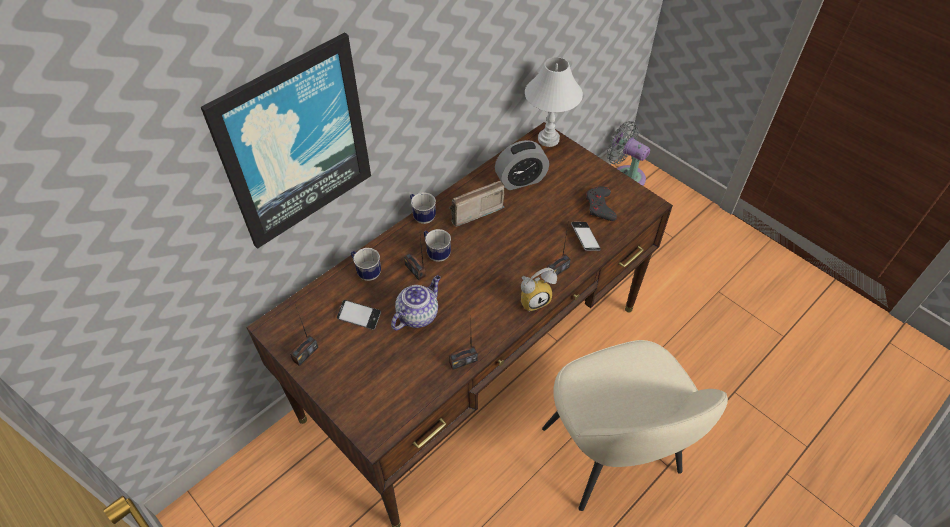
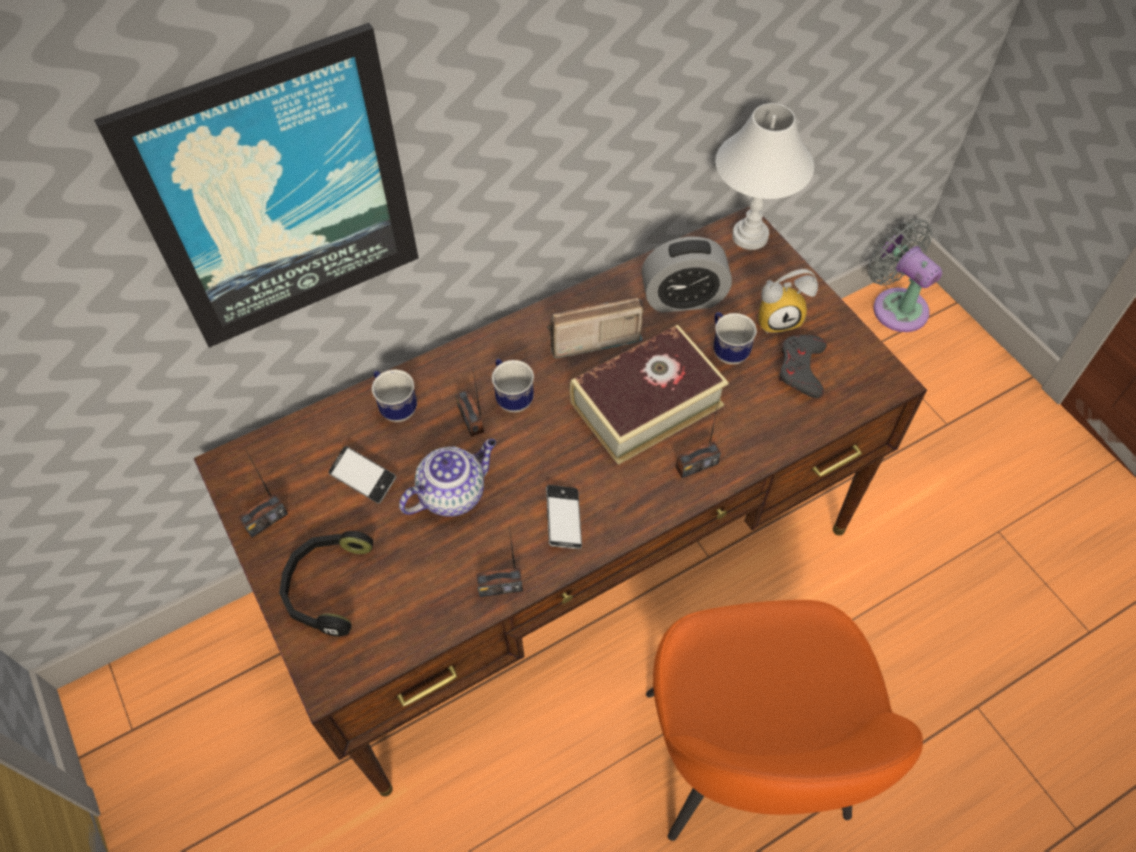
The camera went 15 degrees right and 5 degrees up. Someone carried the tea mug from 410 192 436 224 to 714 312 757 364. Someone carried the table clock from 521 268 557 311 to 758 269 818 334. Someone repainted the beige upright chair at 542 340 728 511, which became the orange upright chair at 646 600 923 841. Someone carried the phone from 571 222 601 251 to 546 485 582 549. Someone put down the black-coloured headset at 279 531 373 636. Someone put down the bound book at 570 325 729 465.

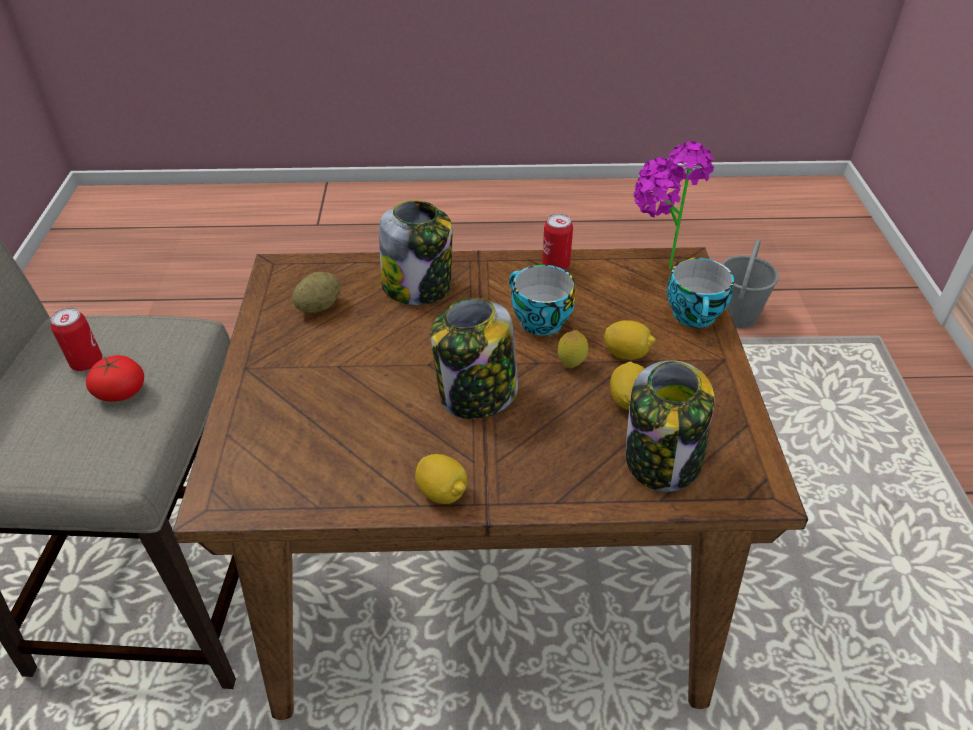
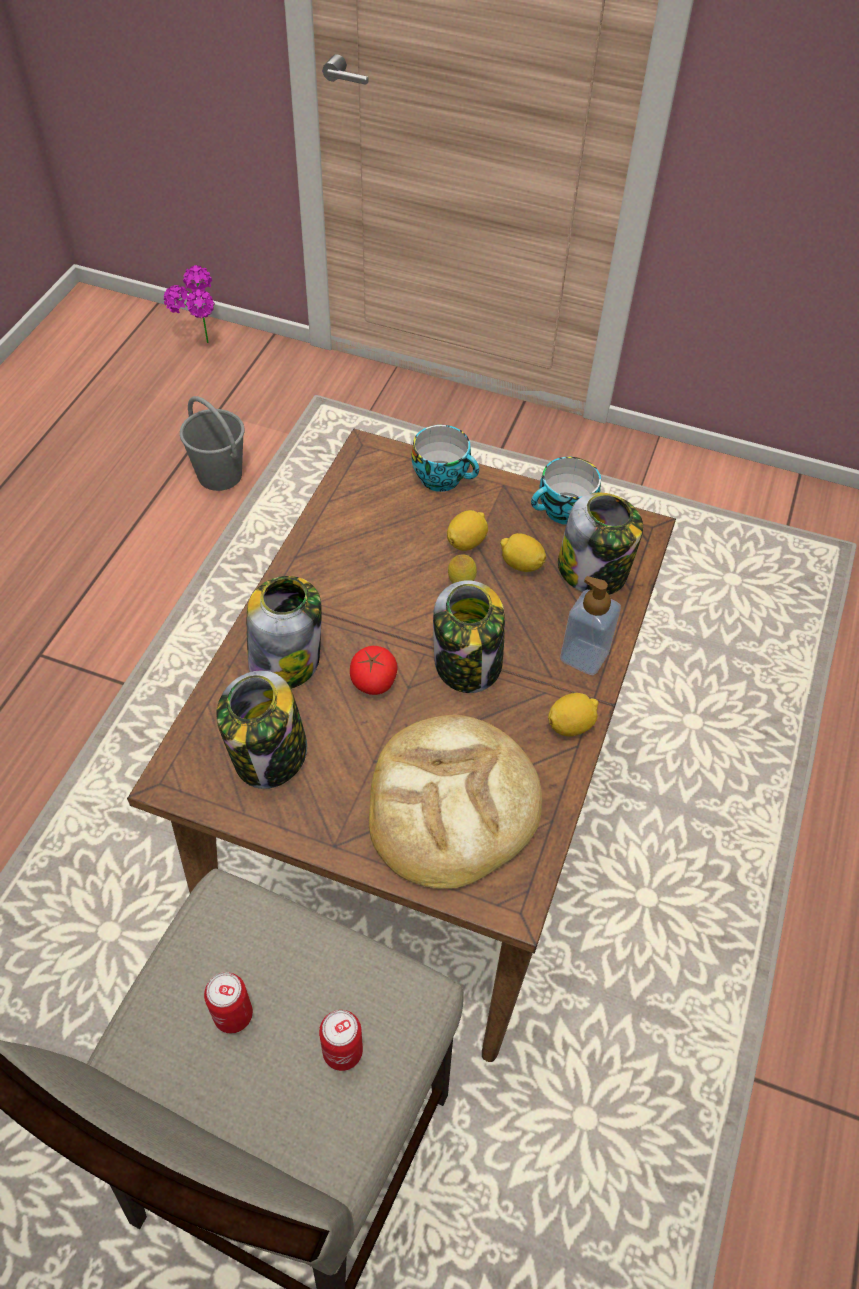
The camera went 70 degrees left and 10 degrees up. Someone carried the whole tomato from 86 355 144 401 to 350 646 398 695. Someone swapped the potato at 292 272 340 313 for the jar at 216 670 307 789. Someone carried the drinking cup from 509 265 576 335 to 531 457 601 525. Someone carried the sealed can from 542 214 573 270 to 319 1010 363 1071. Someone carried the potted plant from 634 141 714 270 to 164 265 215 343. Someone put down the bakery bread at 369 715 542 889. Someone put down the soap dispenser at 560 576 621 675.

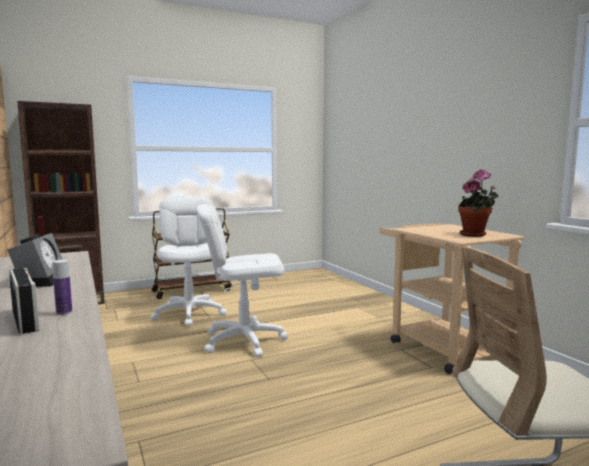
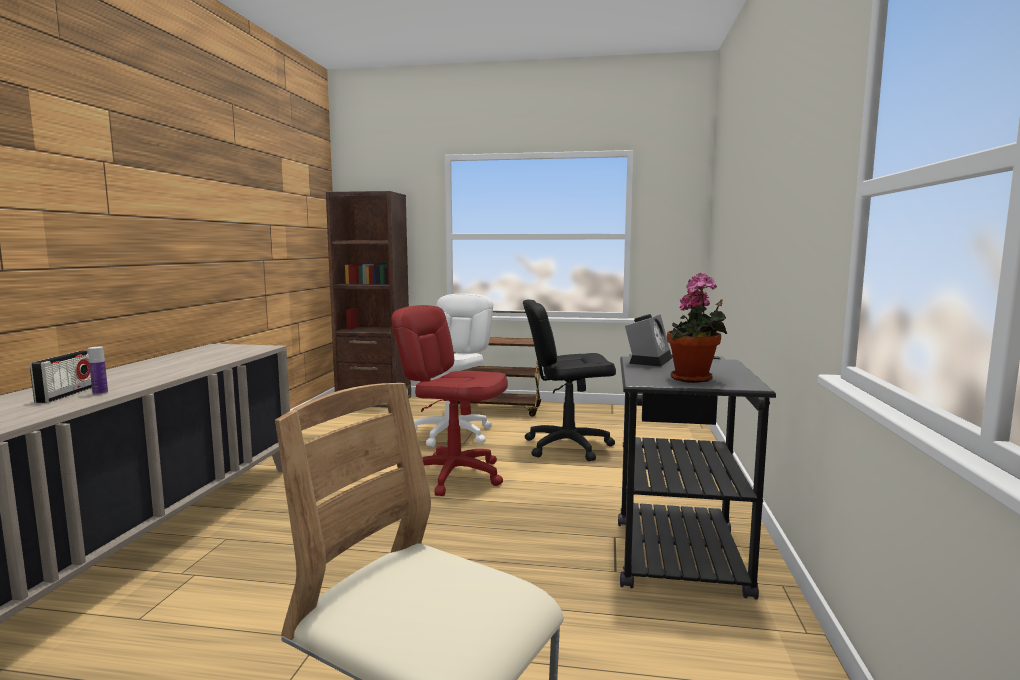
The camera went 35 degrees right and 0 degrees up. Someone carried the table clock from 7 233 63 287 to 625 314 672 367. Someone repainted the white-coloured office chair at 197 204 288 357, which became the reddish office chair at 392 305 508 496. Someone repainted the beige wheeled cart at 379 223 524 374, which became the black-coloured wheeled cart at 618 354 776 600. Someone put down the black-coloured office chair at 523 299 616 461.

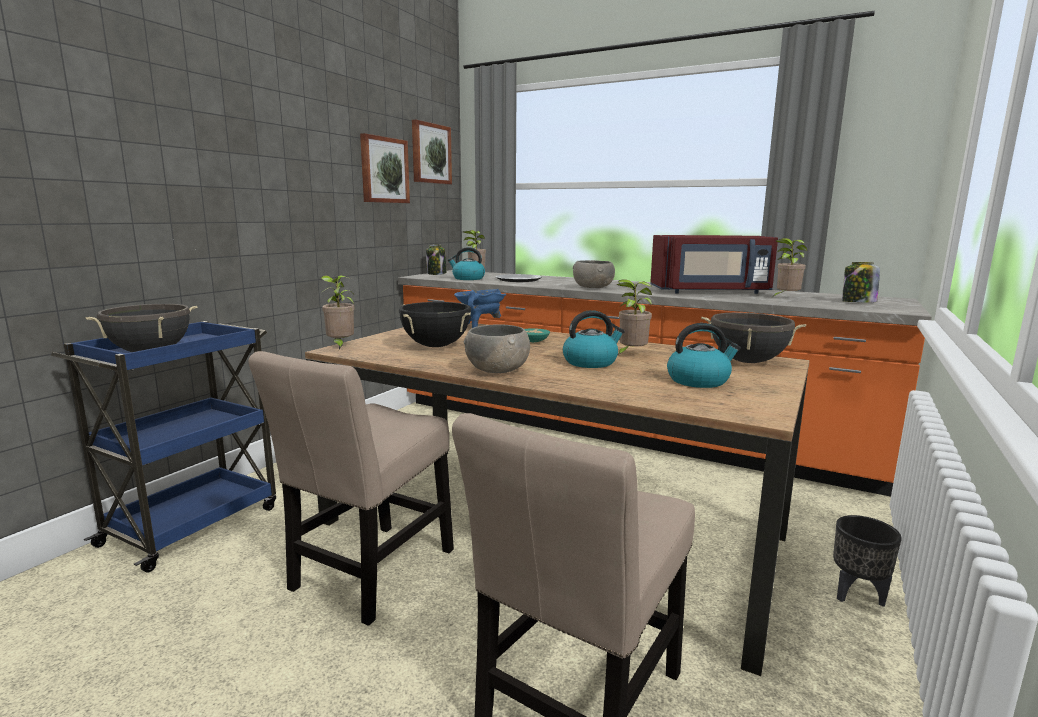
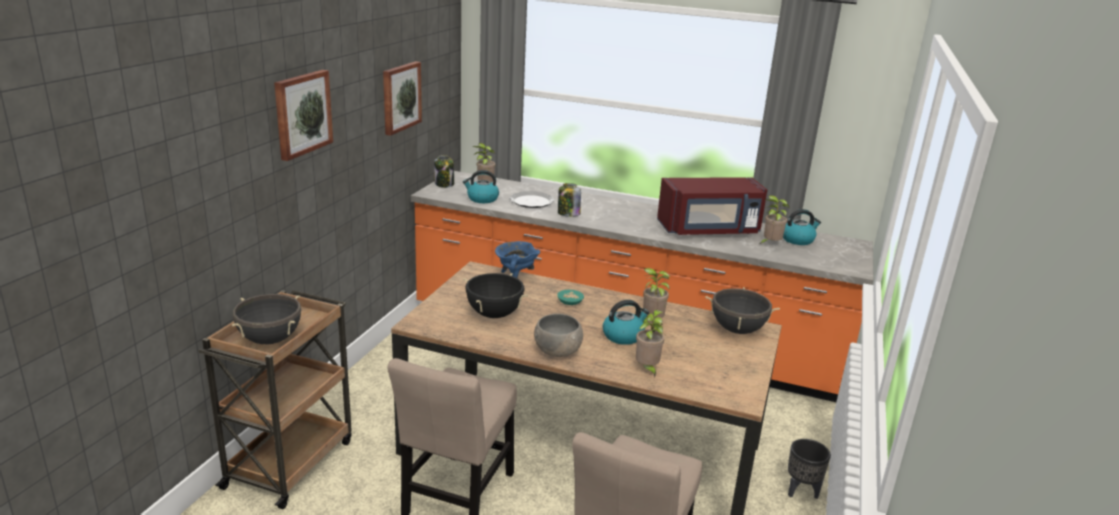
The camera went 10 degrees left and 10 degrees up. Someone repainted the blue-coloured wheeled cart at 51 321 276 573, which became the brownish wheeled cart at 198 290 352 509. Someone carried the potted plant from 321 275 355 349 to 636 310 664 377. Someone carried the wall art from 412 119 452 185 to 274 70 333 161. Someone took away the grey bowl at 573 260 615 288. Someone carried the kettle from 667 323 741 388 to 783 209 821 245. Someone carried the jar from 842 262 880 303 to 558 183 581 217.

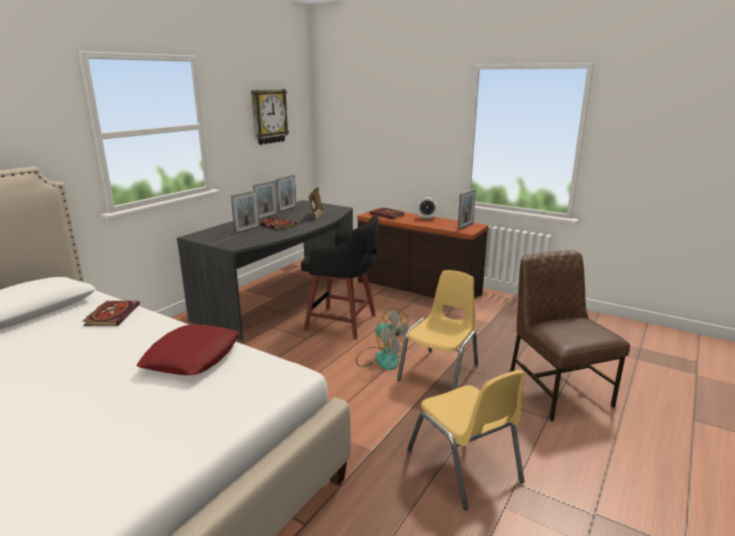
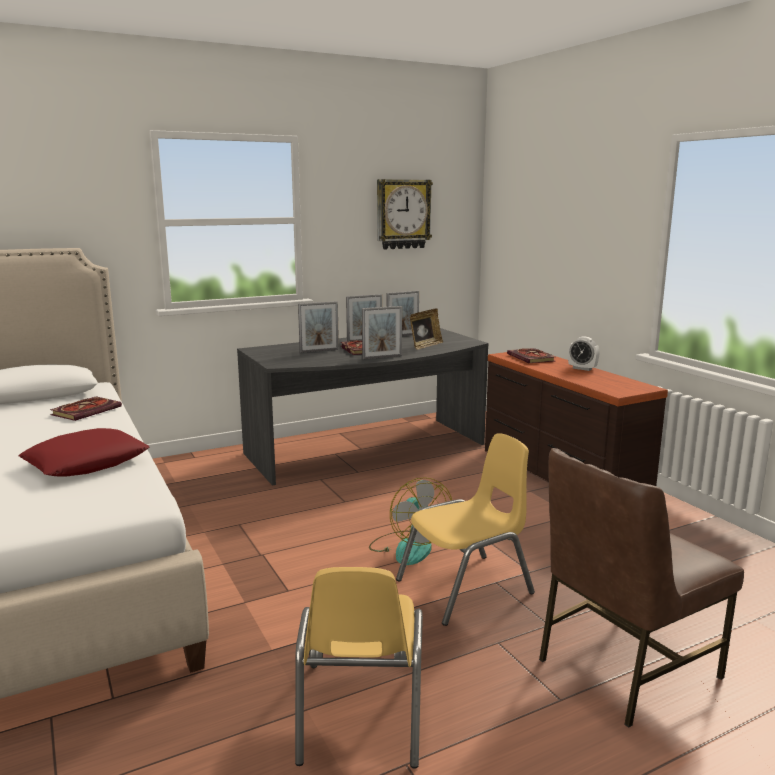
The camera went 30 degrees right and 5 degrees down. Someone took away the black-coloured sitting stool at 301 216 379 339. Someone carried the photo frame from 458 189 476 230 to 362 306 402 359. Someone rotated the brownish upright chair at 510 250 630 421 by 135 degrees counterclockwise.

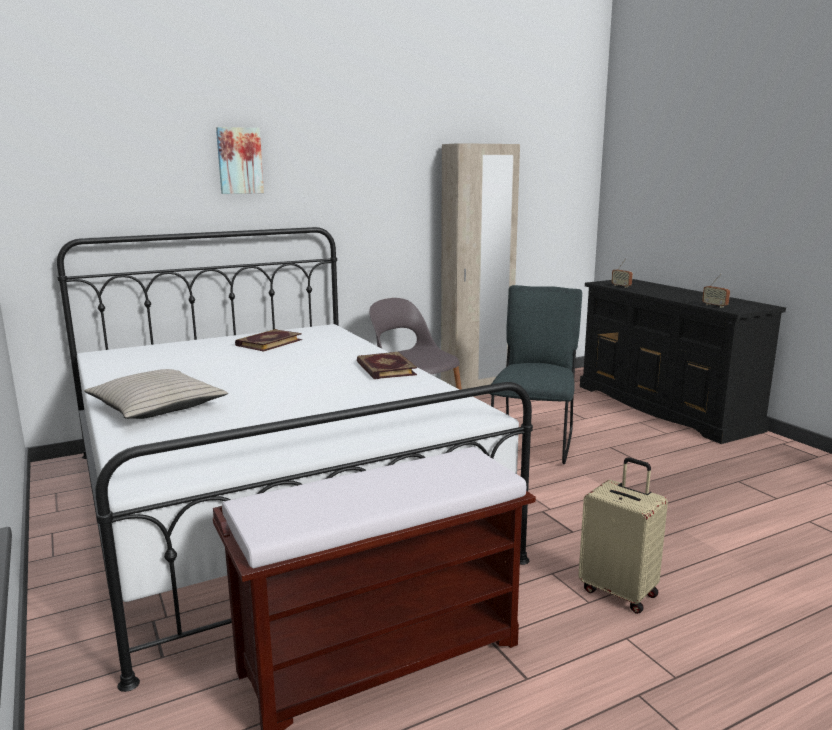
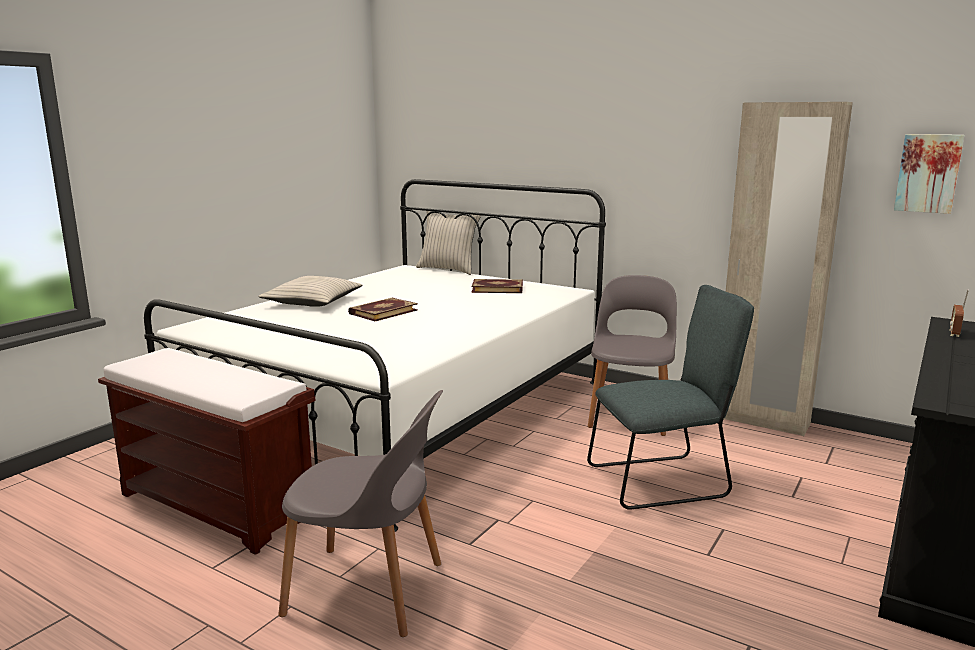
The camera went 60 degrees right and 0 degrees up. Someone carried the wall art from 216 127 264 194 to 894 134 964 214. Someone carried the bound book from 357 352 417 379 to 348 297 418 321. Someone swapped the beige suitcase at 578 457 668 614 for the grey upright chair at 278 390 443 637. Someone took away the radio at 702 274 730 308. Someone put down the beige throw pillow at 416 211 481 275.

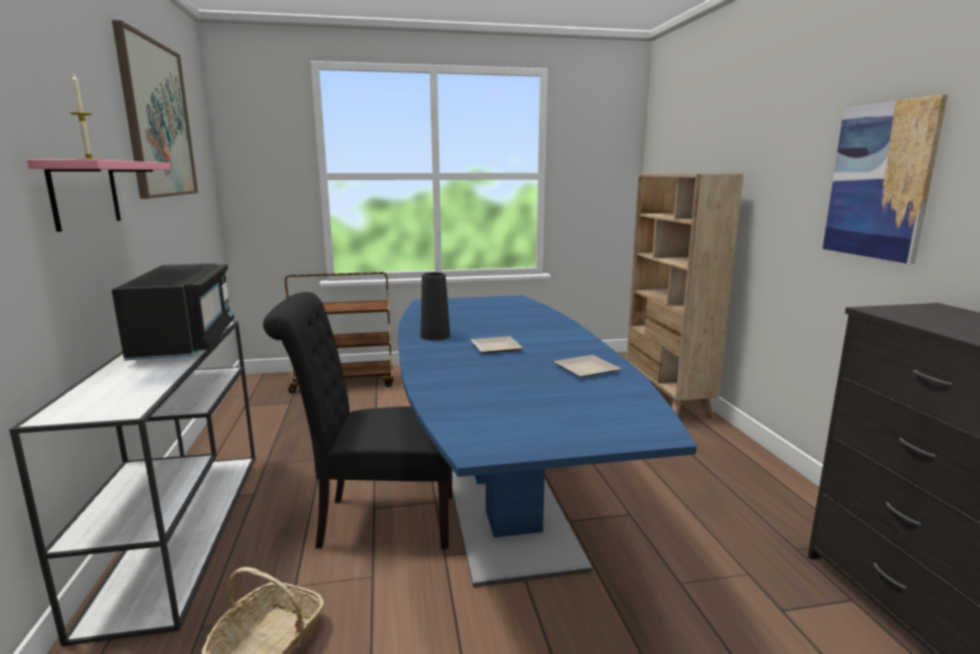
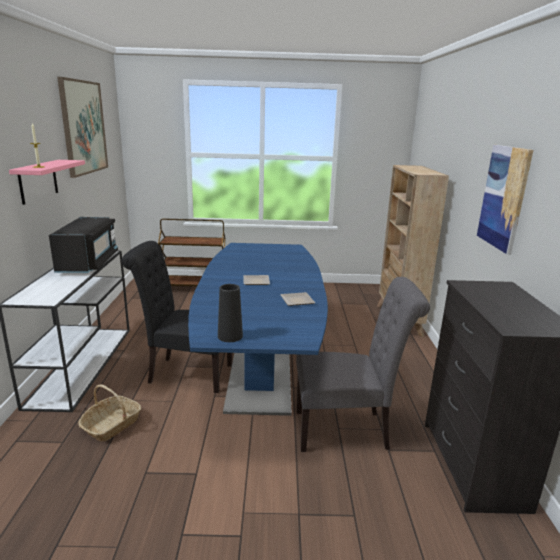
The camera went 10 degrees right and 5 degrees up. Someone carried the black-coloured decorative vase from 420 272 450 340 to 218 284 243 342. Someone put down the grey upright chair at 296 277 430 452.

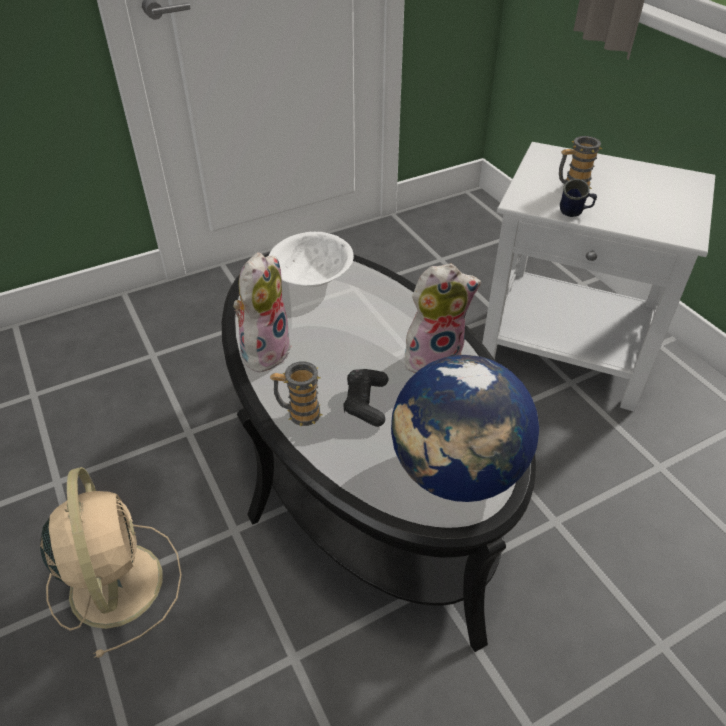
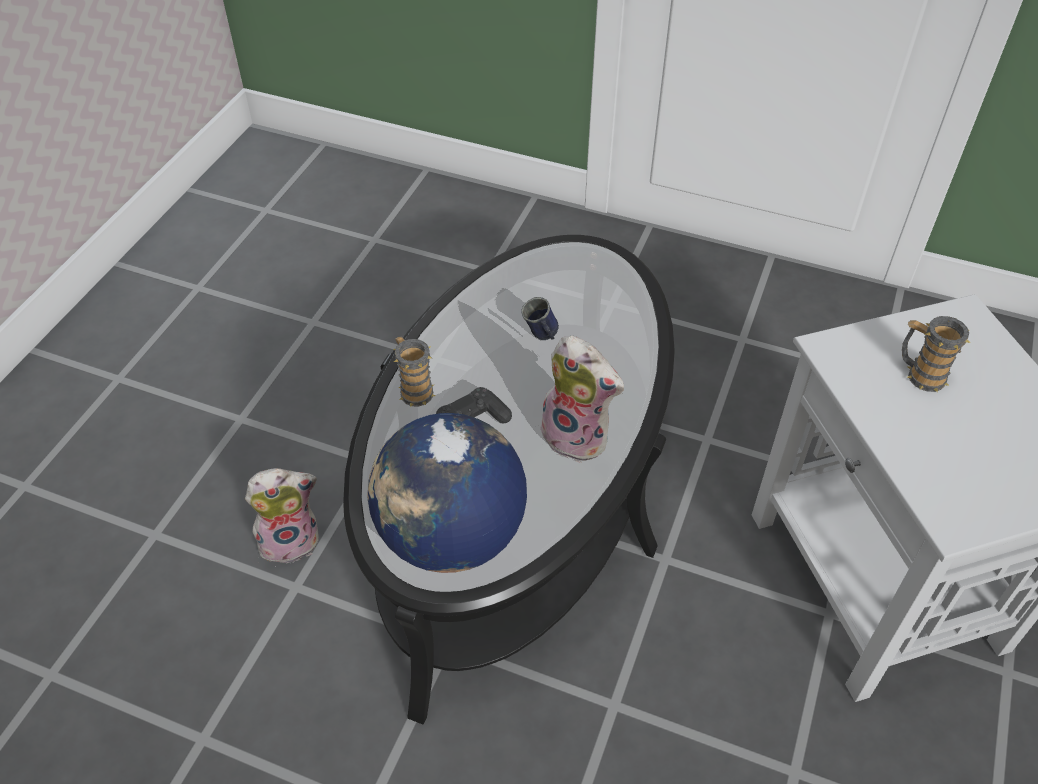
The camera went 50 degrees right and 5 degrees up. Someone took away the beige electric fan at 40 467 182 658. Someone carried the soft toy from 233 253 292 372 to 245 468 319 564. Someone took away the white-coloured bowl at 269 232 354 288. Someone carried the blue-coloured tea mug from 560 179 597 217 to 521 297 559 340.

